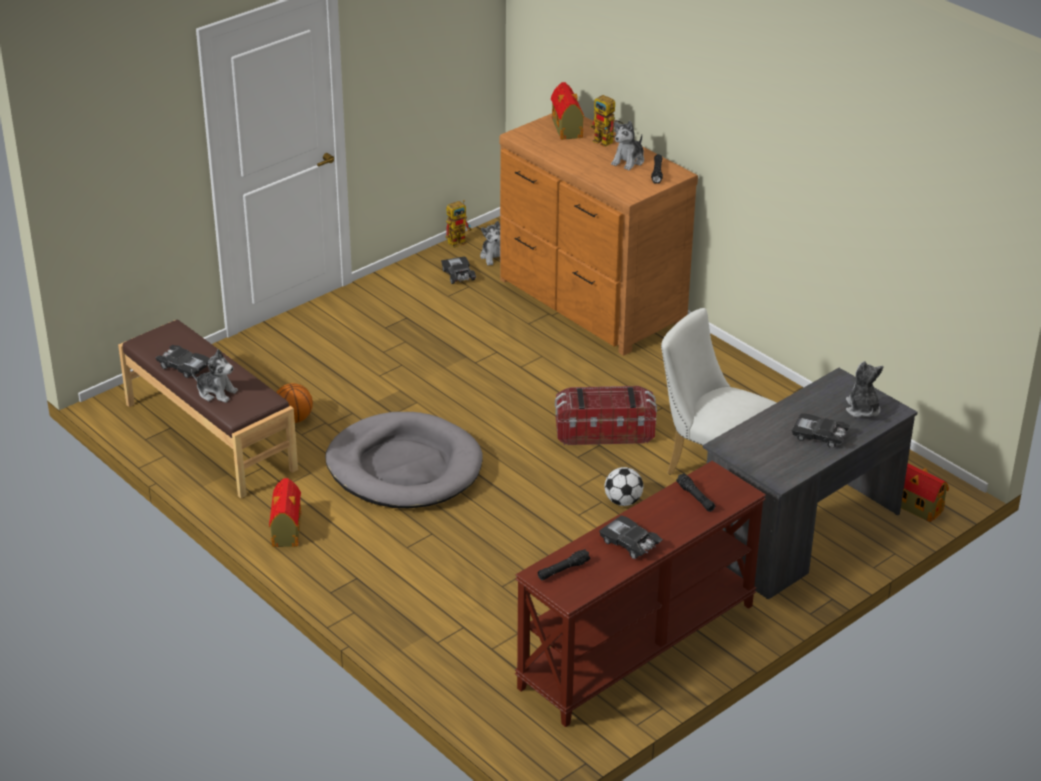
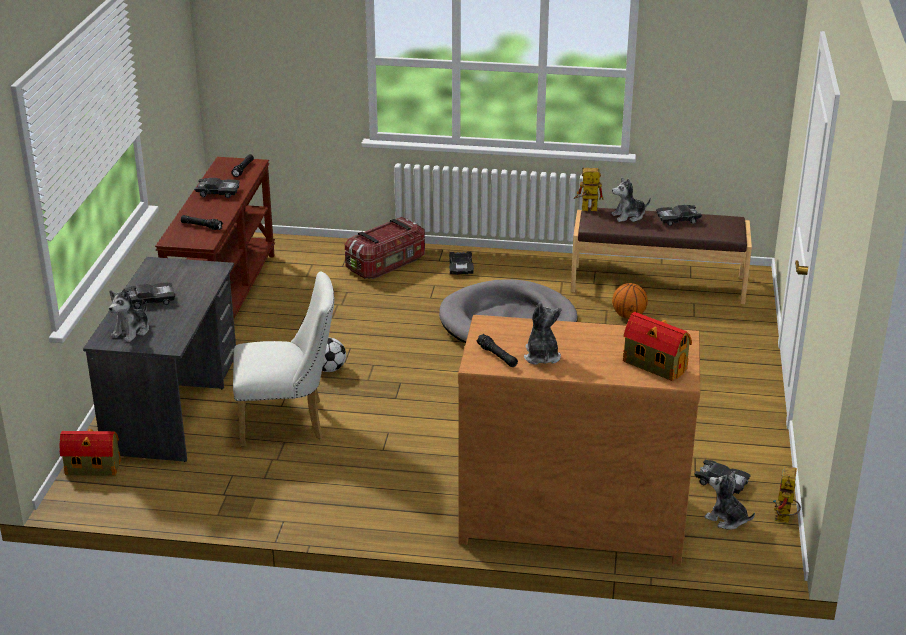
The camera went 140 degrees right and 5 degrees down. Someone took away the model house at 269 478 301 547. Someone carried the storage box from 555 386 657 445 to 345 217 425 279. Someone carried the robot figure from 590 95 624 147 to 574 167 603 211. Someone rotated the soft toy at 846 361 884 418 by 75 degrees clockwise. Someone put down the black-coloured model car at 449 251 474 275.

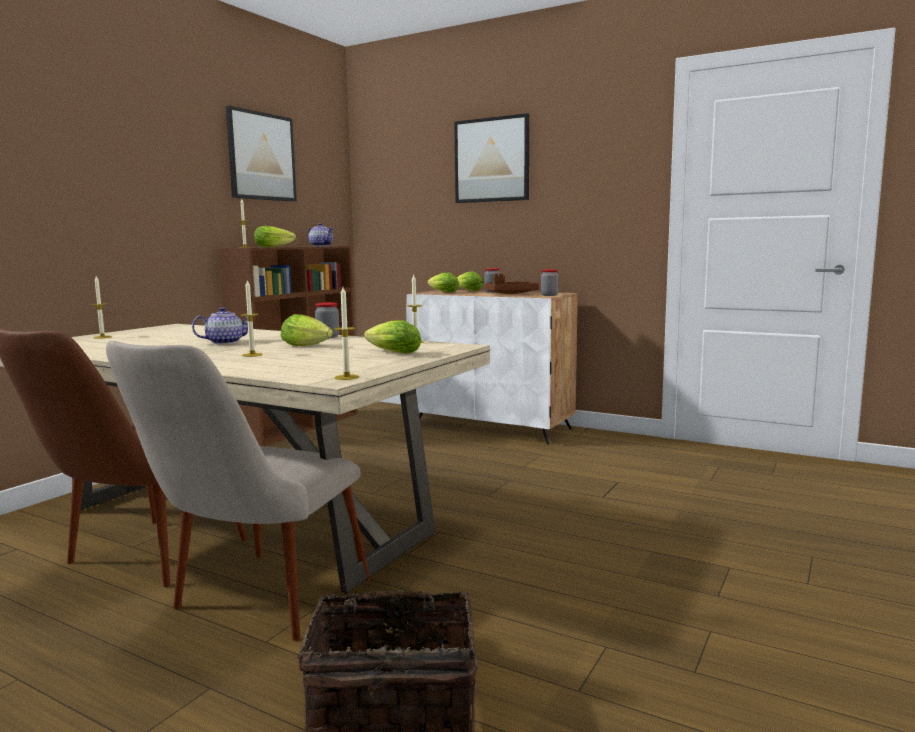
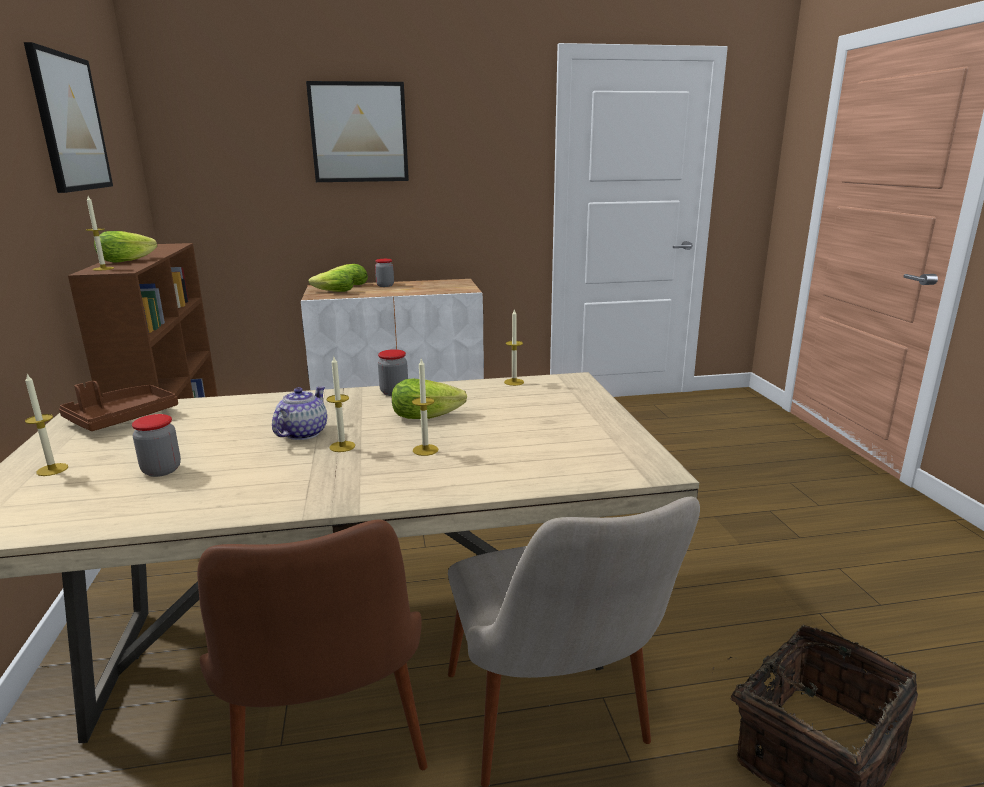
The camera went 40 degrees left and 10 degrees up. Someone took away the pot for tea at 308 223 333 246. Someone carried the wax light from 334 287 359 380 to 326 357 355 452. Someone took away the lettuce head at 364 320 421 354. Someone carried the brownish tray from 485 274 539 294 to 59 381 178 431. Someone carried the jar from 541 269 559 296 to 132 414 181 477.

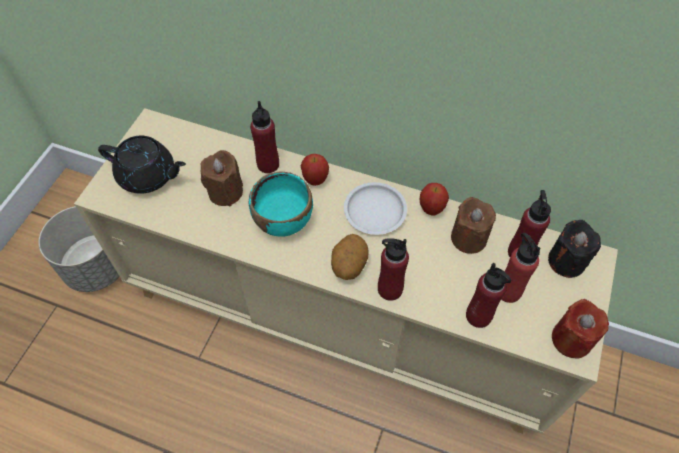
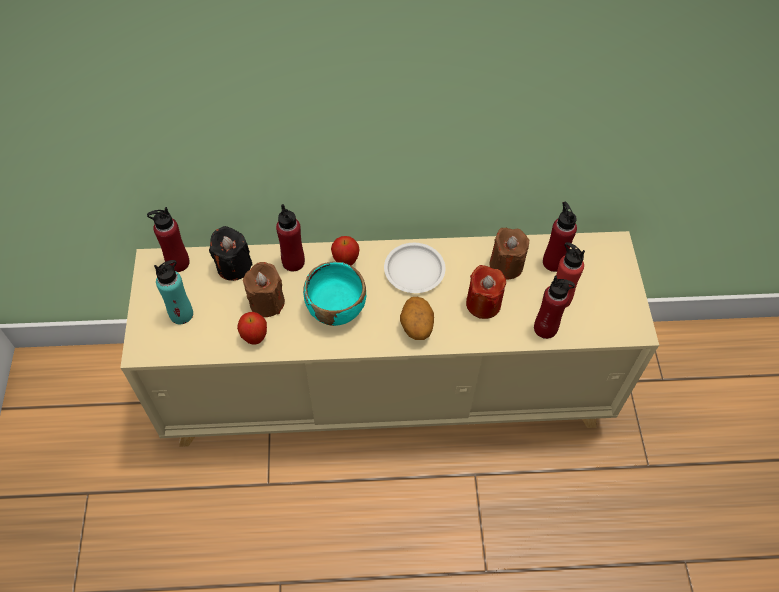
The camera went 25 degrees left and 0 degrees up. Someone took away the grey flower pot at 38 206 120 292. Someone swapped the black-coloured pot for tea at 98 136 186 194 for the turquoise drink bottle at 154 260 193 324. Someone carried the reddish drink bottle from 378 238 409 301 to 147 207 190 272. Someone carried the apple fruit from 419 183 449 215 to 237 312 267 344. Someone carried the black-coloured wax light from 548 220 601 278 to 209 226 253 281. Someone carried the reddish wax light from 552 299 609 359 to 466 265 506 319.

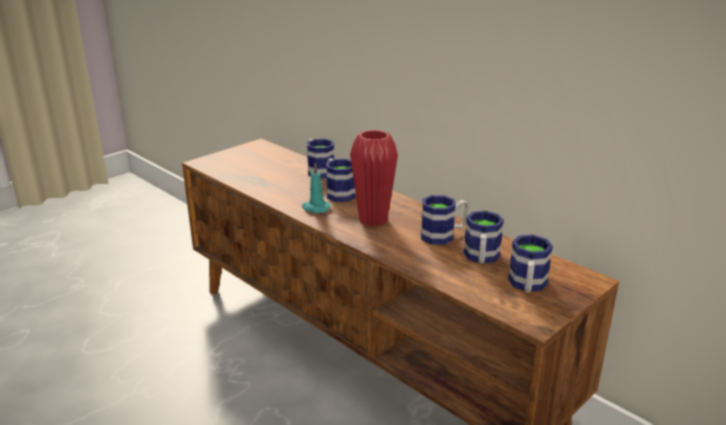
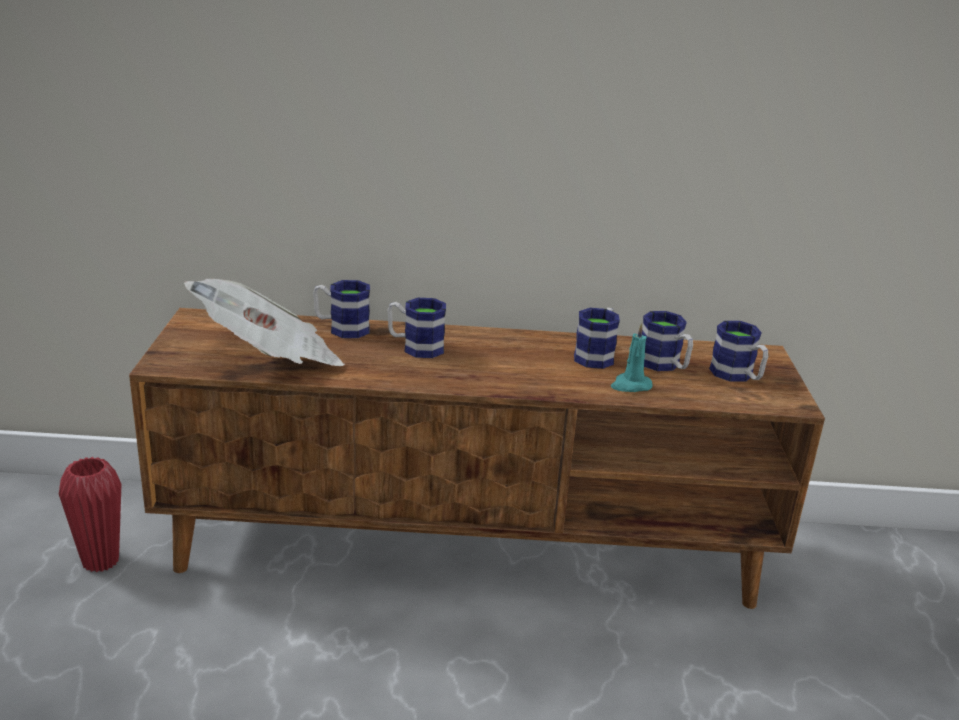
The camera went 45 degrees left and 0 degrees up. Someone carried the turquoise wax light from 302 163 331 213 to 611 323 653 392. Someone carried the reddish decorative vase from 350 130 398 226 to 59 457 121 572. Someone put down the newspaper at 184 279 345 366.

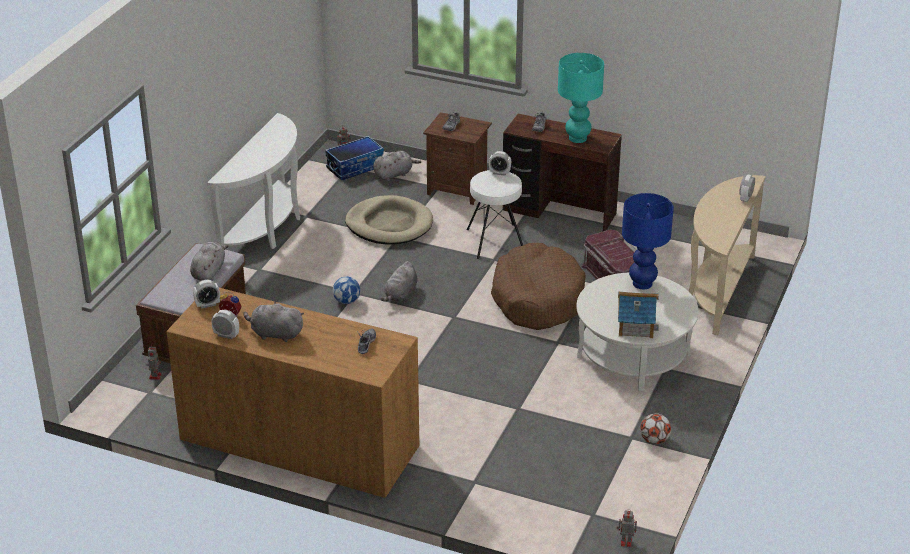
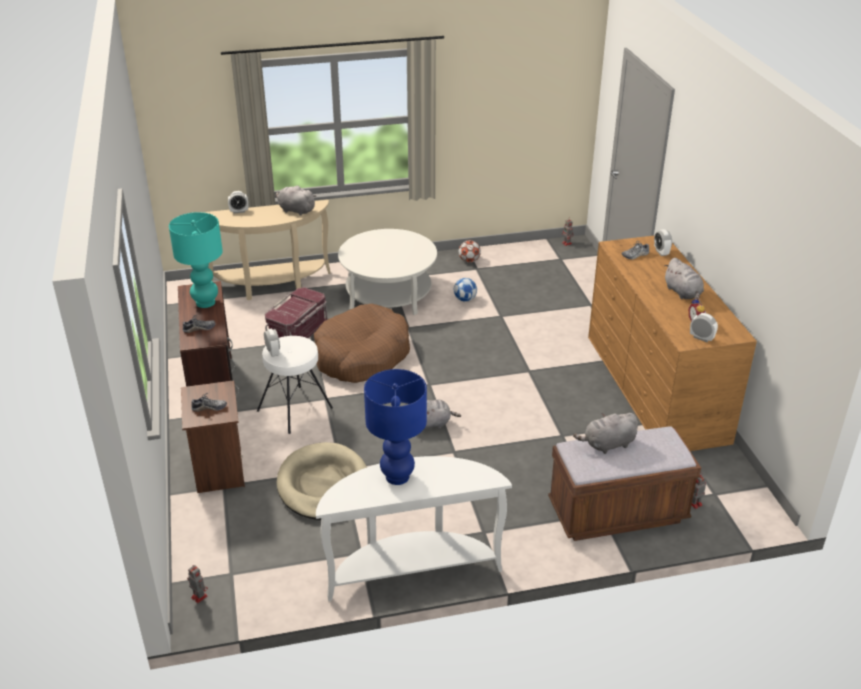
The camera went 125 degrees left and 0 degrees up. Someone carried the table clock from 211 310 239 339 to 654 229 672 256. Someone took away the storage box at 325 136 384 180. Someone carried the ball for football from 333 276 360 304 to 454 278 477 302. Someone carried the grey soft toy from 373 151 421 181 to 276 185 316 216. Someone took away the model house at 618 291 659 338. Someone carried the blue-coloured lamp for a table from 622 193 674 289 to 364 369 427 485.

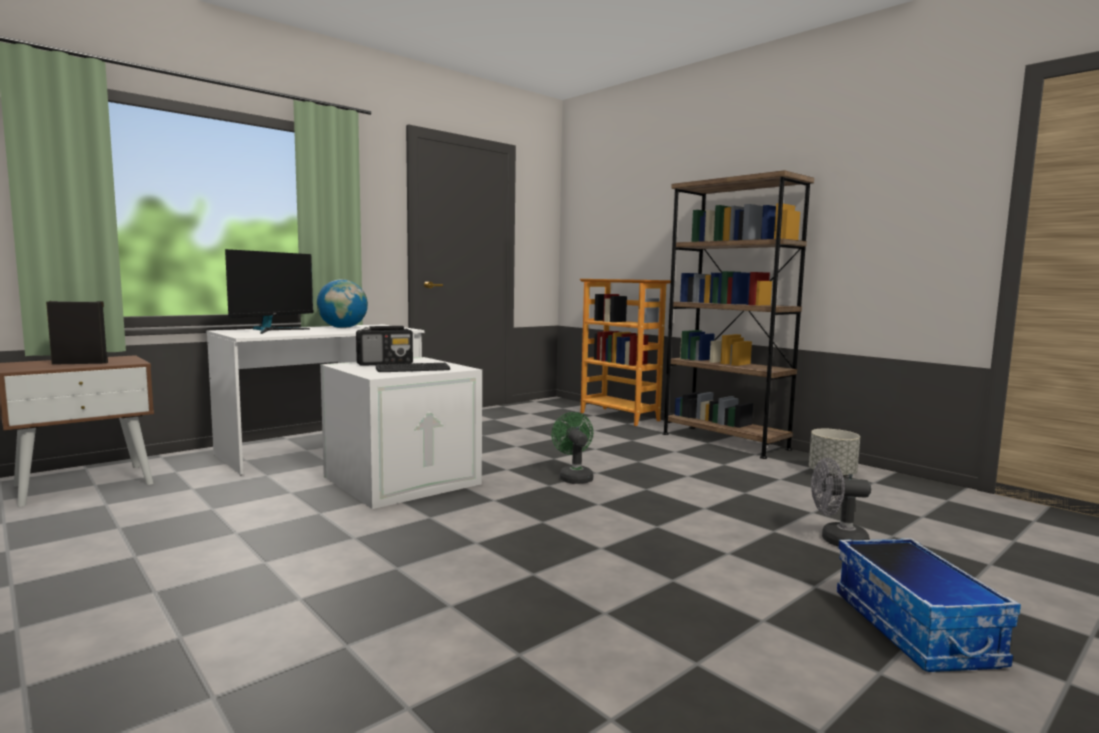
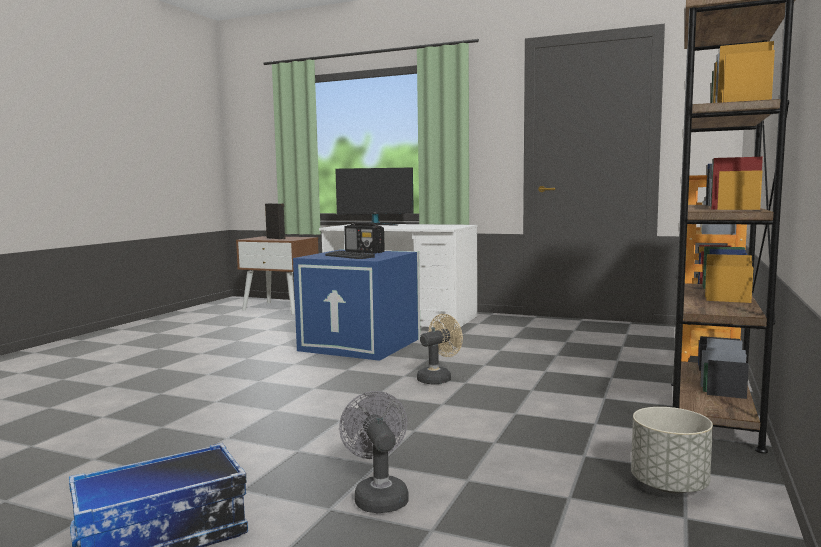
The camera went 65 degrees right and 0 degrees up. Someone took away the desk globe at 317 279 368 328. Someone repainted the white-coloured storage box at 320 357 482 509, which became the blue-coloured storage box at 293 249 420 361. Someone repainted the green-coloured electric fan at 551 412 593 484, which became the beige electric fan at 417 314 463 385.

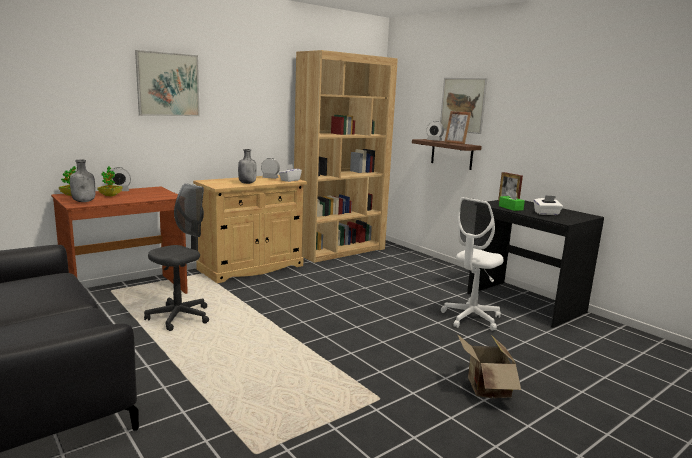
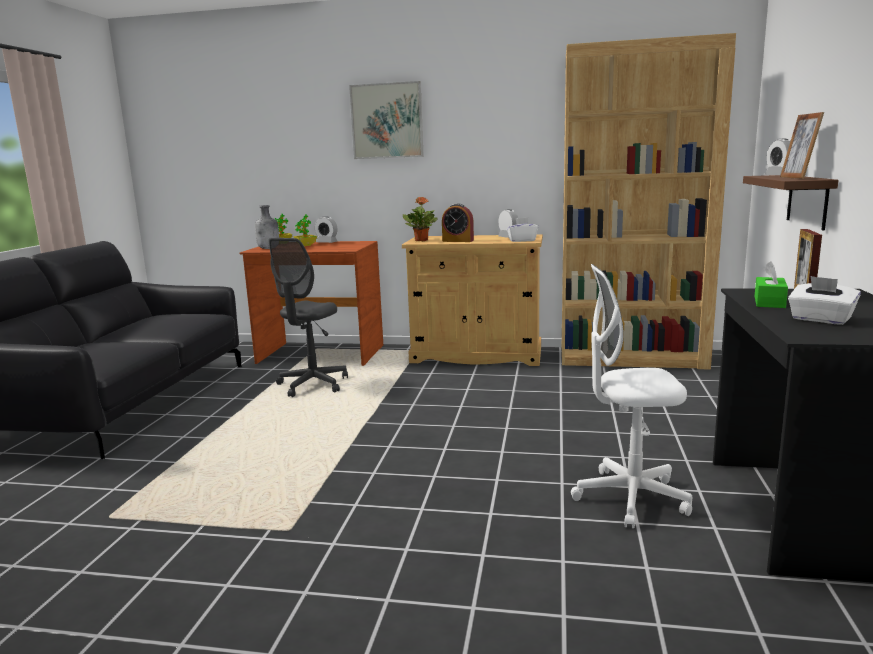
The camera went 50 degrees right and 0 degrees up. Someone rotated the grey office chair at 144 183 209 331 by 120 degrees clockwise. Someone swapped the grey drink bottle at 238 149 257 184 for the table clock at 442 203 474 242. Someone took away the wall art at 440 78 487 134. Someone took away the cardboard box at 457 334 521 398. Someone put down the potted plant at 403 197 438 241.

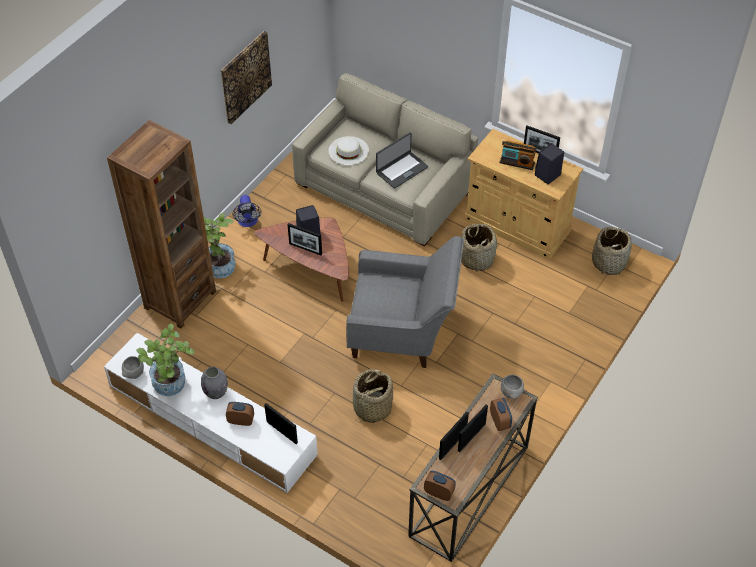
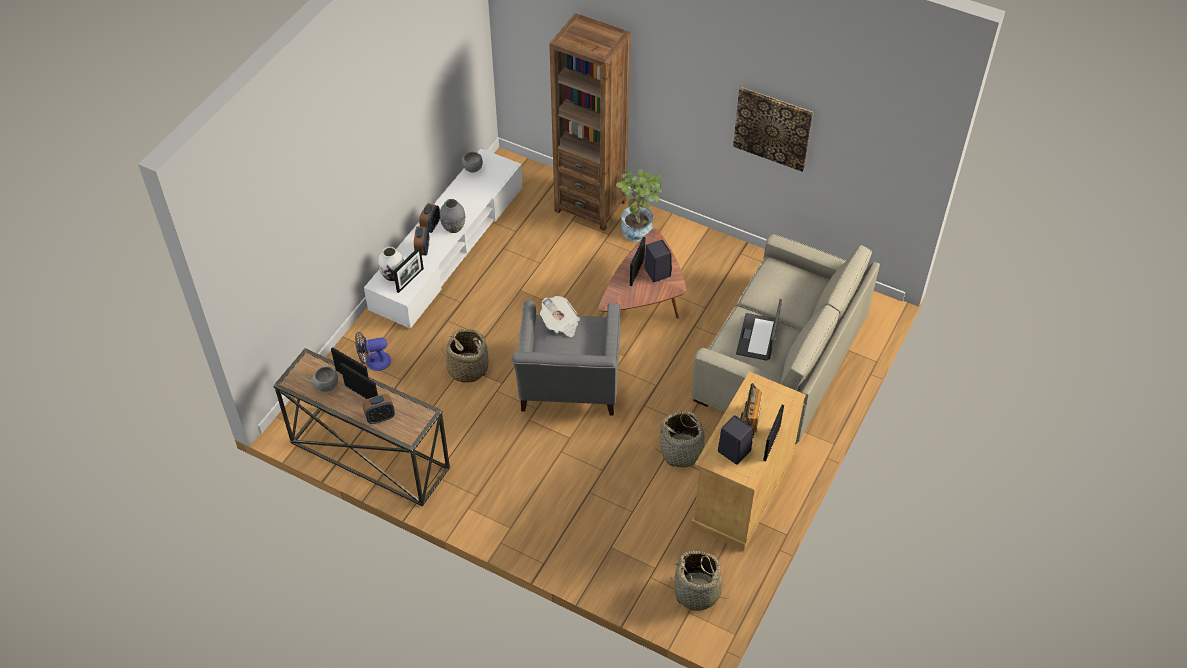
The camera went 85 degrees right and 0 degrees up. Someone took away the potted plant at 136 324 195 396. Someone carried the electric fan from 233 195 261 227 to 355 332 391 371. Someone took away the white-coloured wearable hat at 329 136 369 165. Someone rotated the notebook computer at 376 132 428 189 by 60 degrees clockwise. Someone carried the table clock from 424 471 456 501 to 419 203 440 233. Someone carried the grey bowl from 501 375 524 399 to 311 367 338 392. Someone put down the white-coloured decorative vase at 378 247 404 281. Someone put down the newspaper at 540 296 580 337.

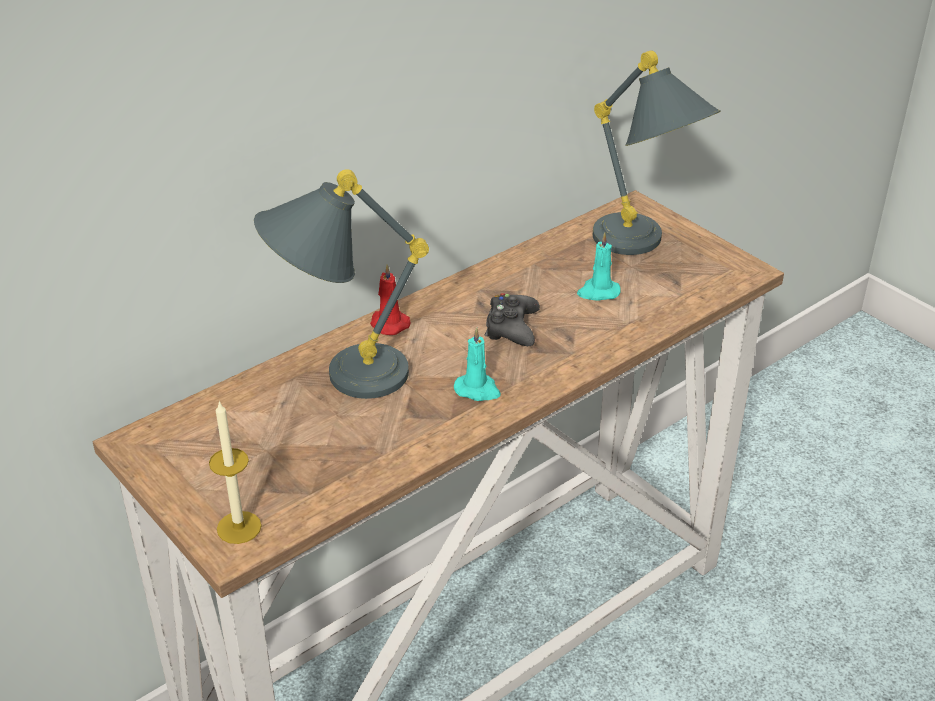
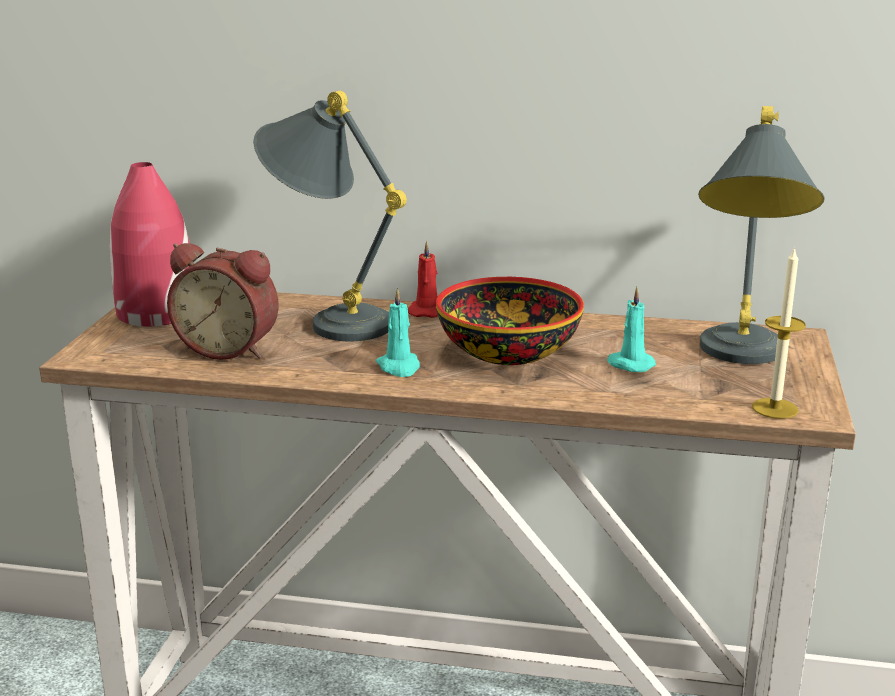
The camera went 50 degrees right and 15 degrees down. Someone carried the wax light from 209 401 261 544 to 752 246 806 419. Someone swapped the black-coloured game controller at 485 293 540 346 for the bowl at 436 277 584 365. Someone put down the reddish decorative vase at 109 162 190 326. Someone put down the table clock at 167 243 279 360.

